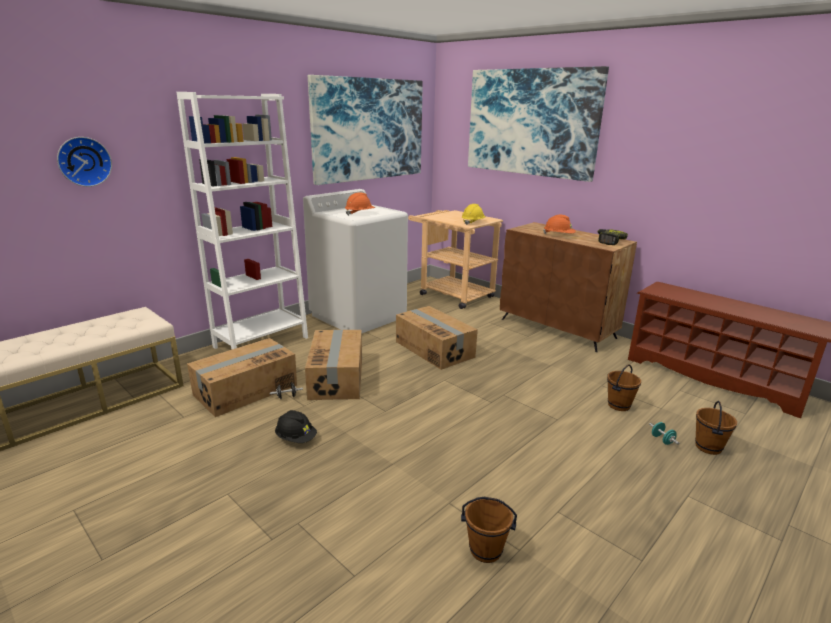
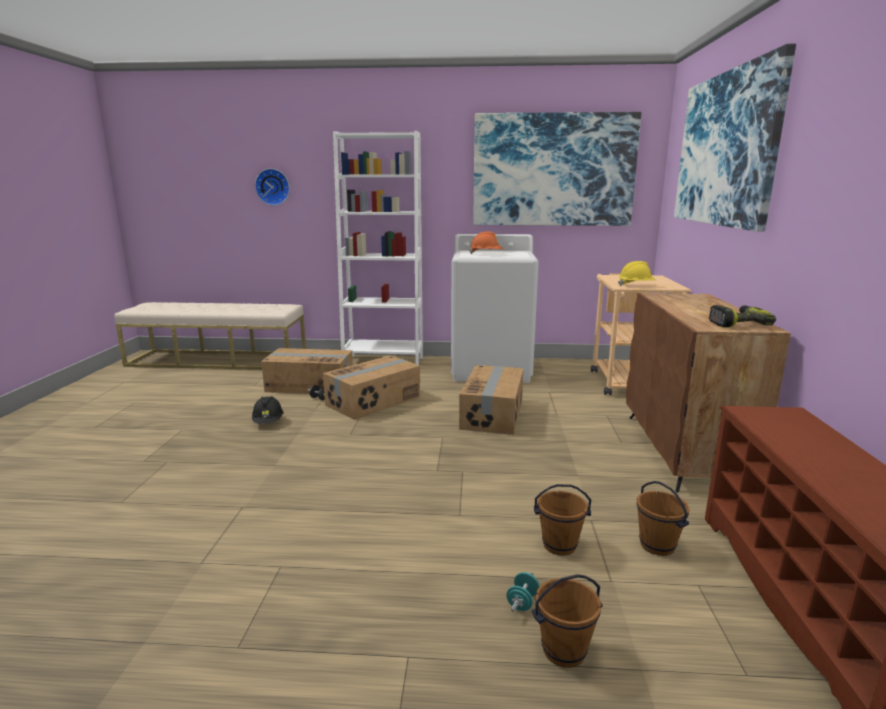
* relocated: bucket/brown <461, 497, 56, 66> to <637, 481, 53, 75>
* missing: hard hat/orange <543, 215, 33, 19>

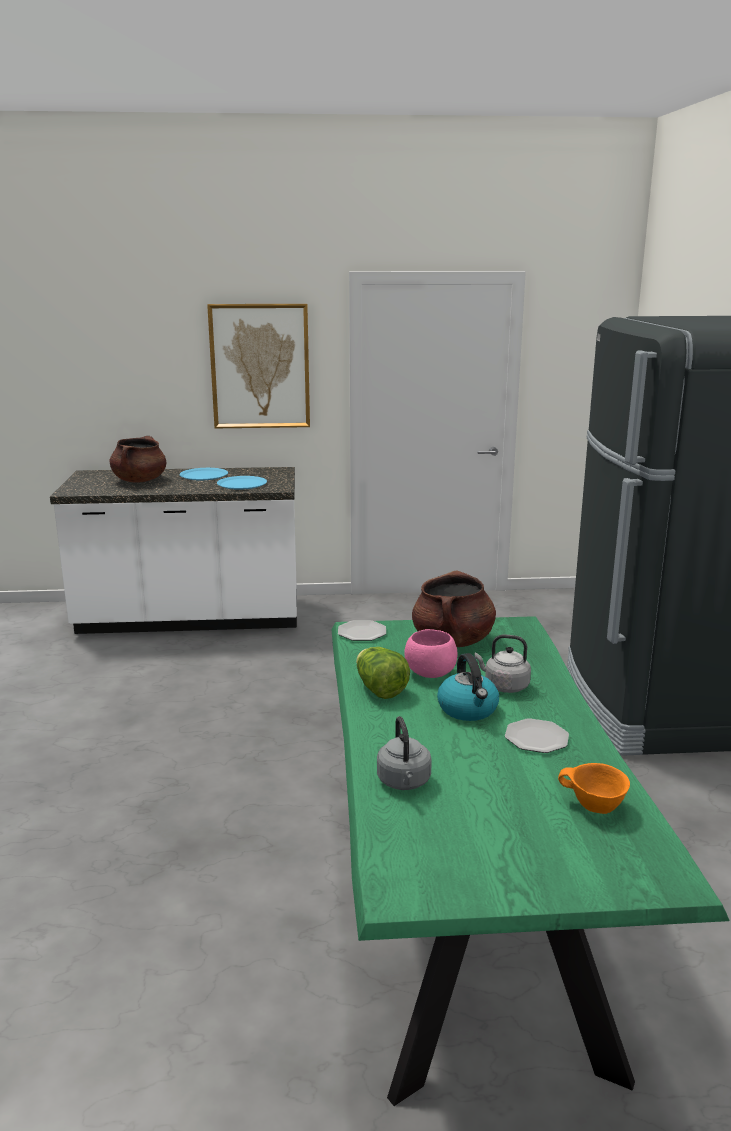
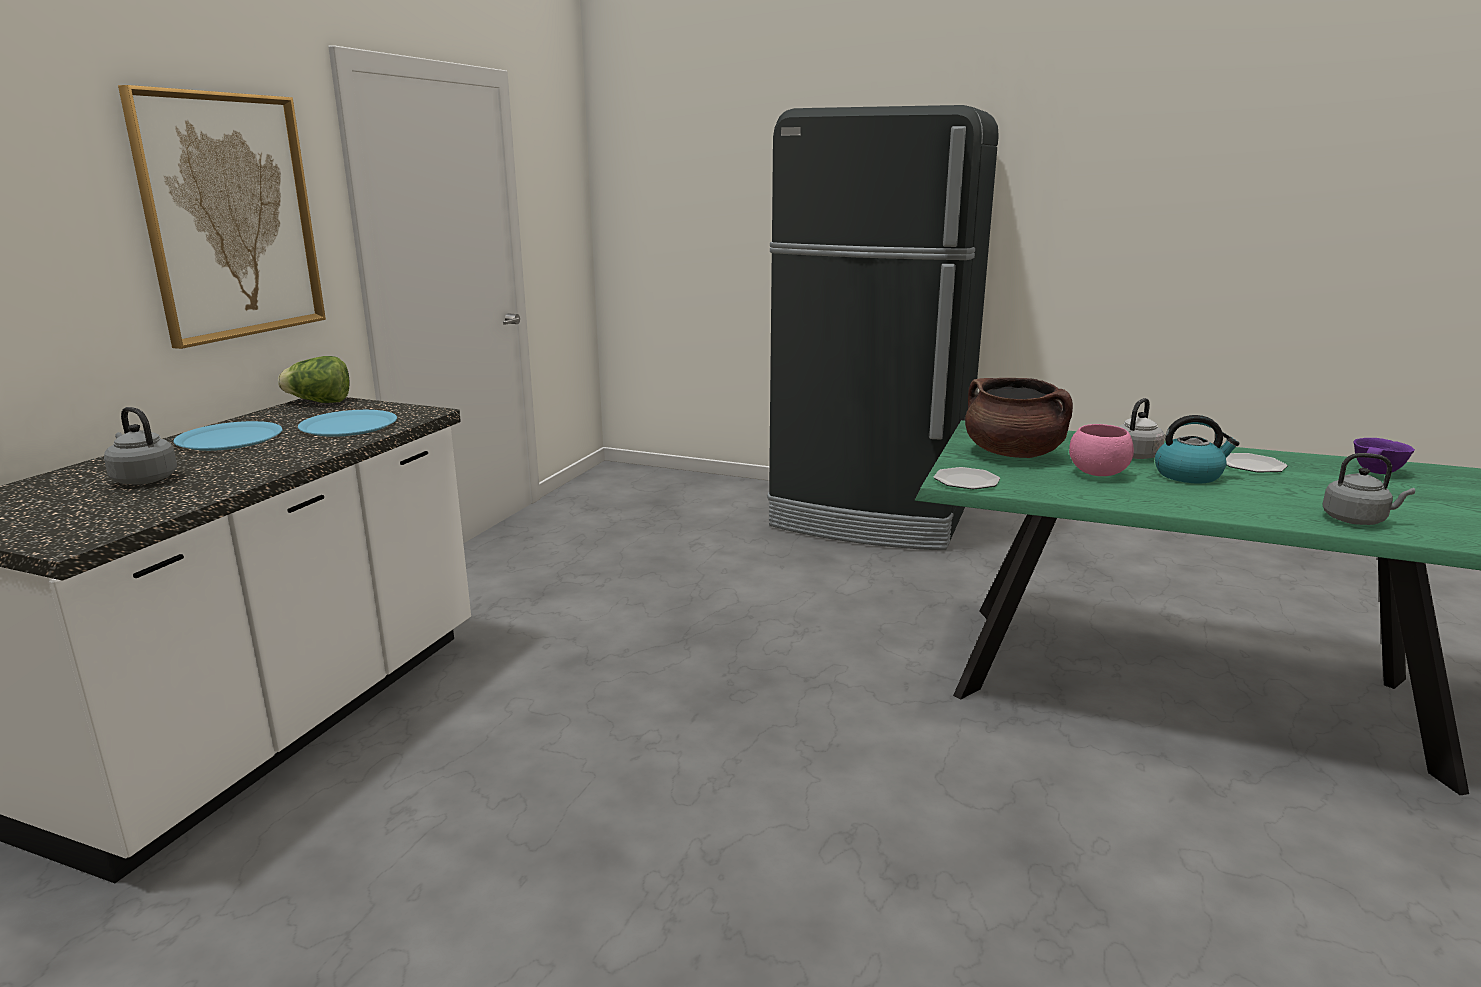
* exchanged: cooking pot/brown <110, 436, 56, 47> to kettle/grey <104, 407, 73, 78>
* relocated: lettuce <356, 647, 54, 52> to <278, 356, 72, 47>
* colour: bowl/orange <558, 763, 72, 51> to bowl/purple <1354, 438, 61, 36>

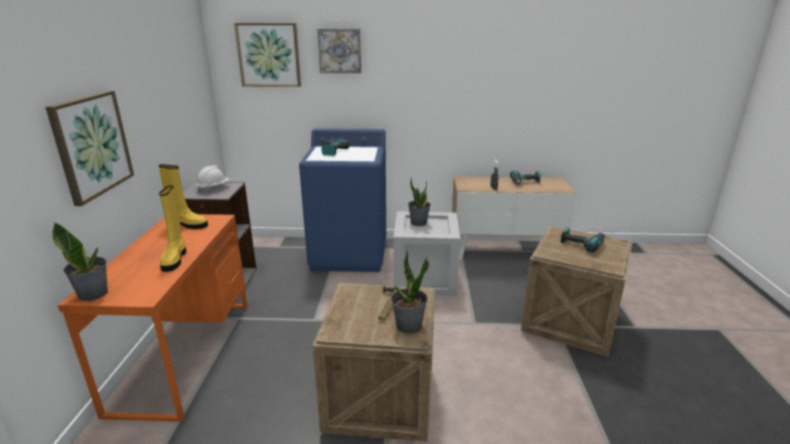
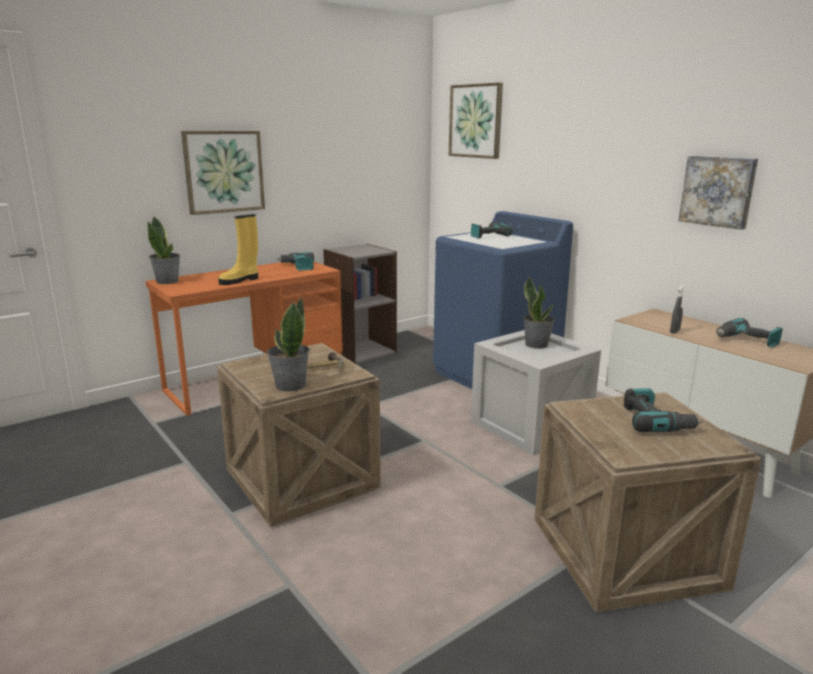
* exchanged: boot/yellow <159, 164, 49, 65> to power drill <276, 252, 38, 19>
* missing: hard hat/white <196, 166, 34, 26>
* relocated: picture <317, 28, 44, 45> to <678, 156, 80, 74>

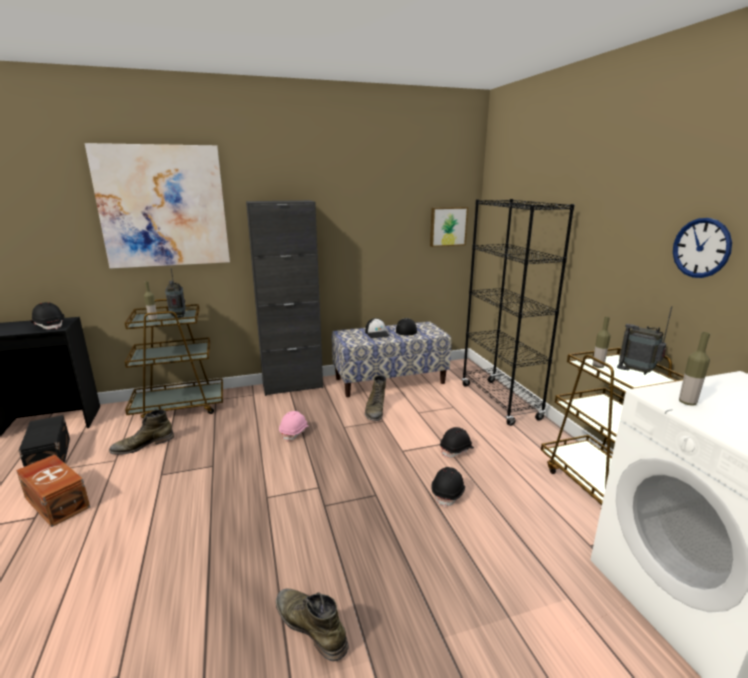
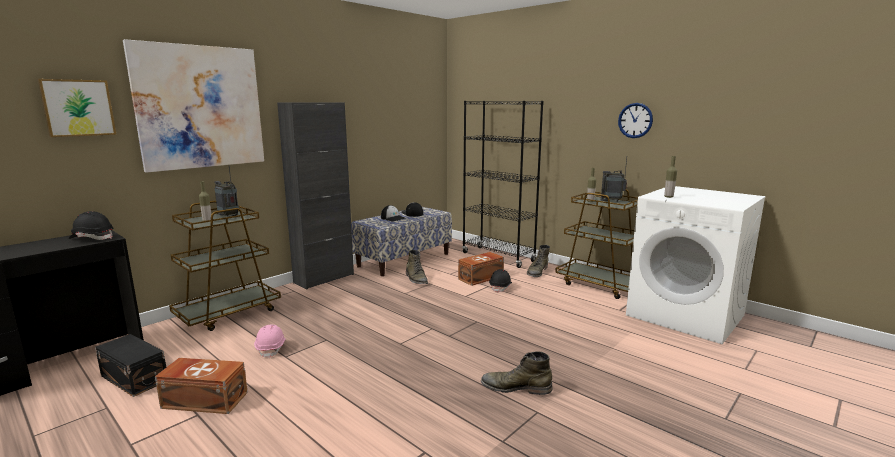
* relocated: boot/green <109, 409, 65, 46> to <527, 245, 23, 32>
* relocated: hard hat/pink <279, 411, 30, 31> to <254, 325, 32, 33>
* relocated: picture <430, 207, 38, 40> to <37, 79, 79, 58>
* missing: hard hat/black <431, 467, 34, 41>
* appeared: storage box/brown <458, 252, 46, 34>

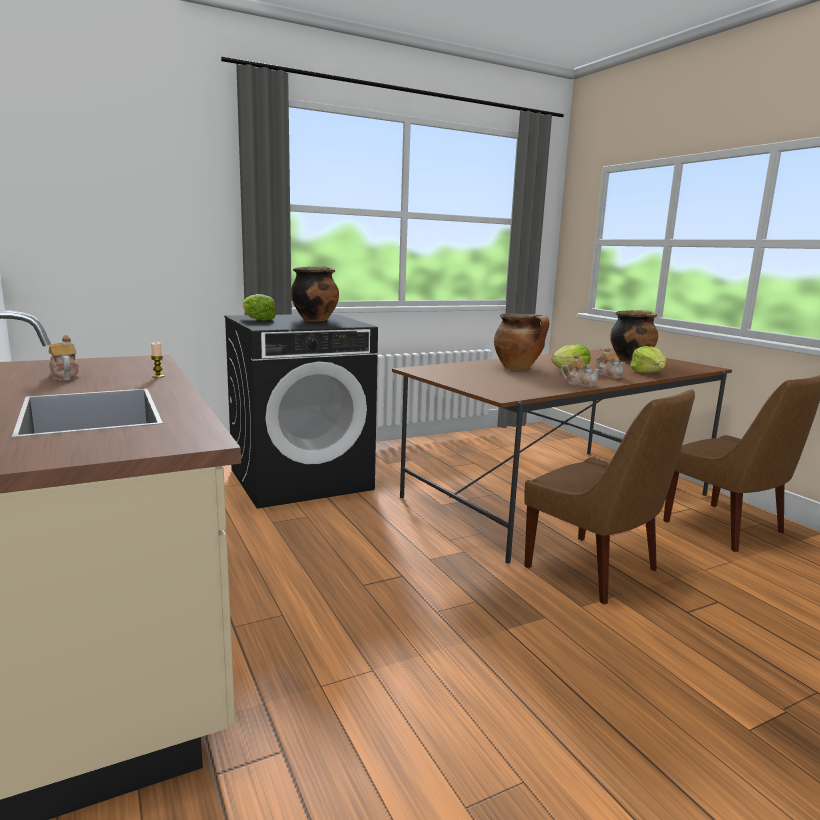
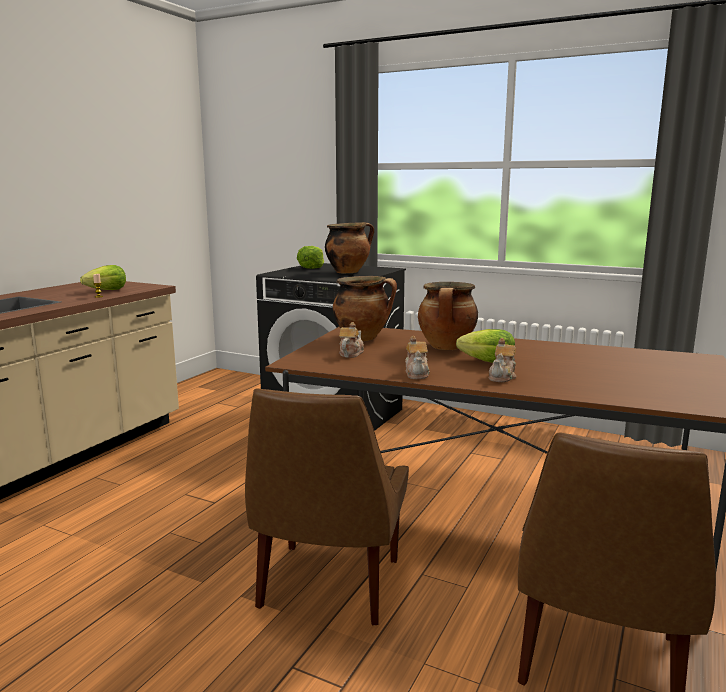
* relocated: teapot <48, 335, 31, 46> to <339, 322, 25, 36>
* relocated: cooking pot <610, 310, 48, 52> to <333, 276, 64, 65>
* relocated: lettuce <630, 346, 36, 27> to <80, 265, 46, 25>

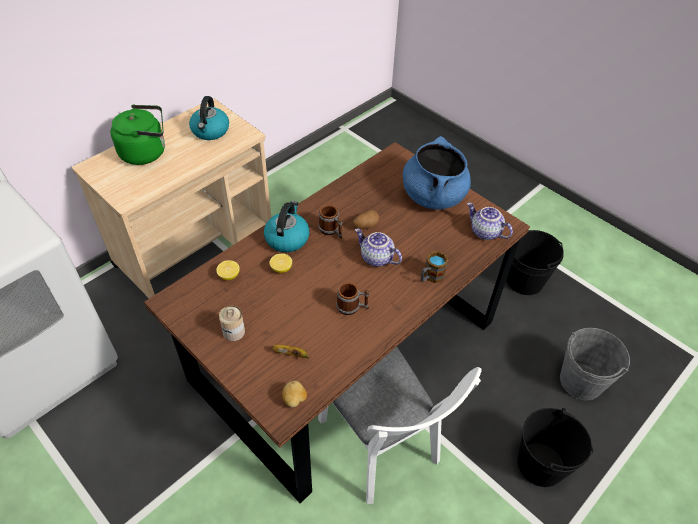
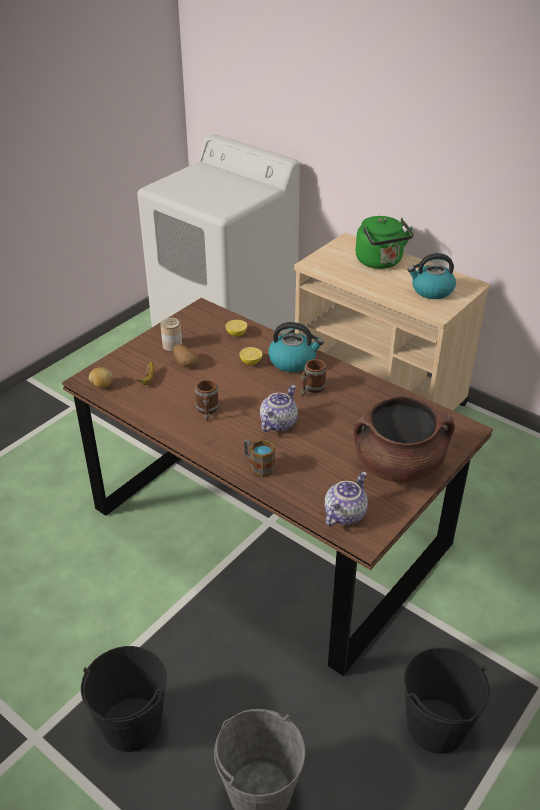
* missing: chair/white <318, 347, 164, 157>
* relocated: potato <353, 210, 26, 19> to <173, 344, 26, 23>
* colour: cooking pot/blue <403, 136, 68, 73> to cooking pot/brown <354, 396, 101, 87>

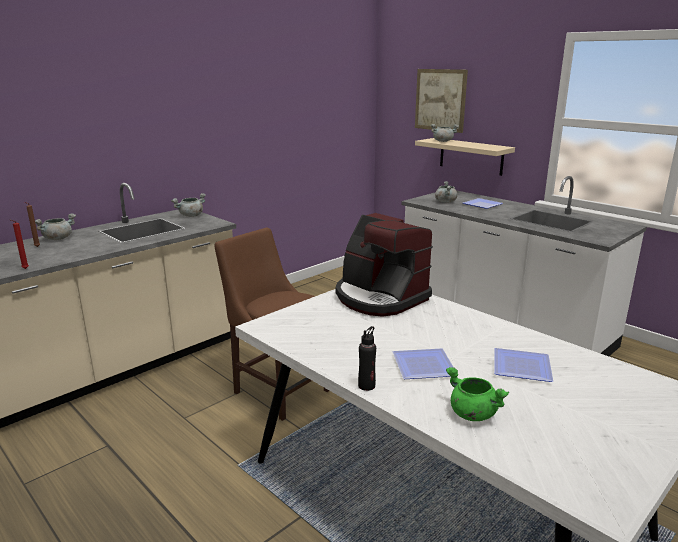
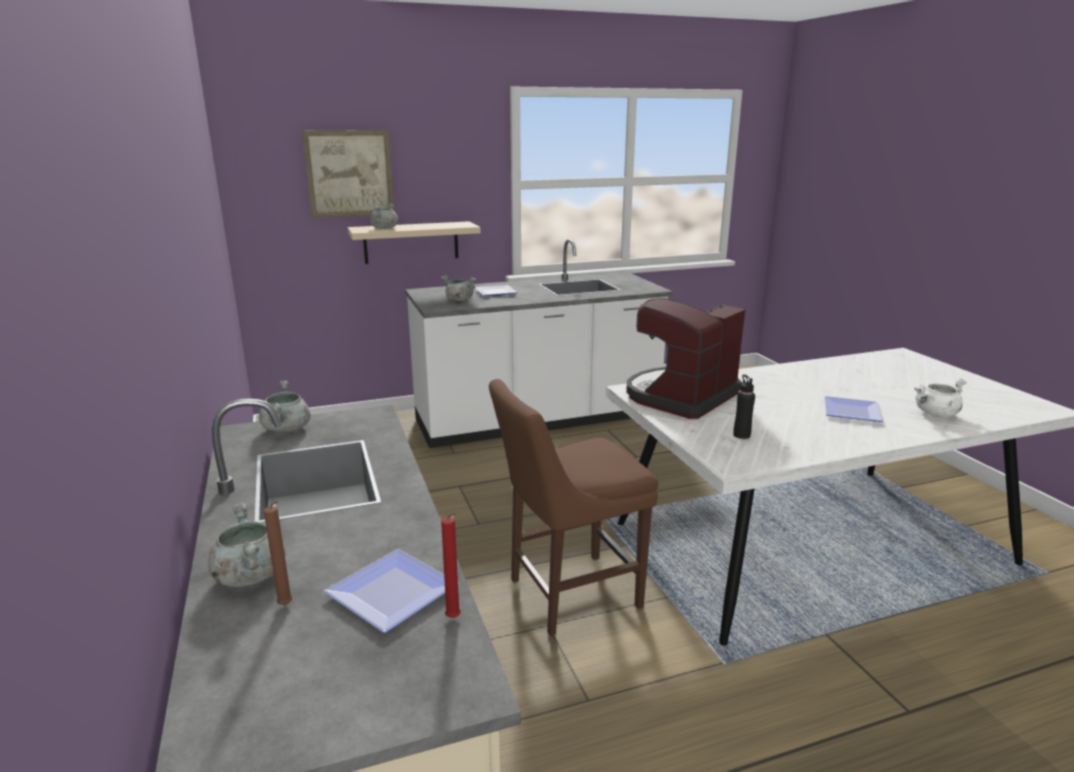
* spun: coffee machine <336, 213, 97, 104> = <627, 298, 119, 121> 150 degrees clockwise
* relocated: bottle/black <358, 326, 18, 65> to <733, 374, 22, 65>
* colour: cooking pot/green <446, 367, 63, 54> to cooking pot/white <914, 379, 52, 38>
* relocated: plate <494, 348, 59, 34> to <323, 549, 136, 84>

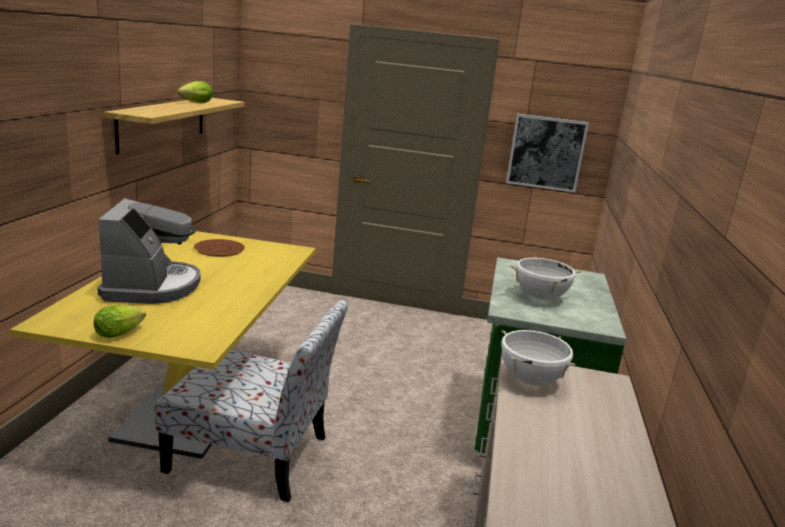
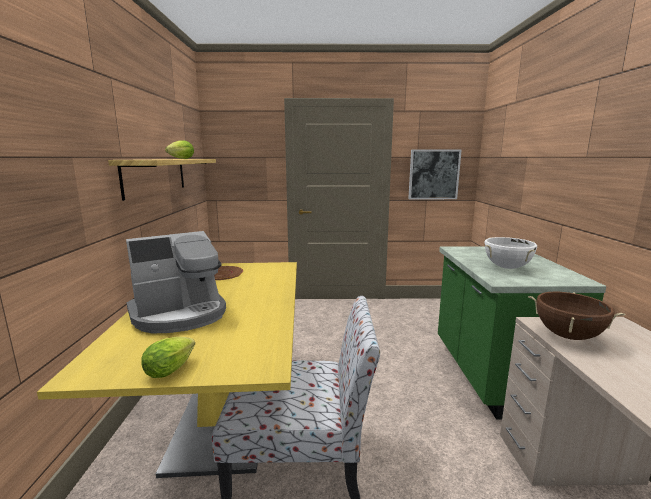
* spun: coffee machine <98, 198, 103, 106> = <126, 231, 100, 102> 75 degrees clockwise
* colour: cooking pot/white <501, 330, 75, 55> to cooking pot/brown <528, 292, 97, 48>

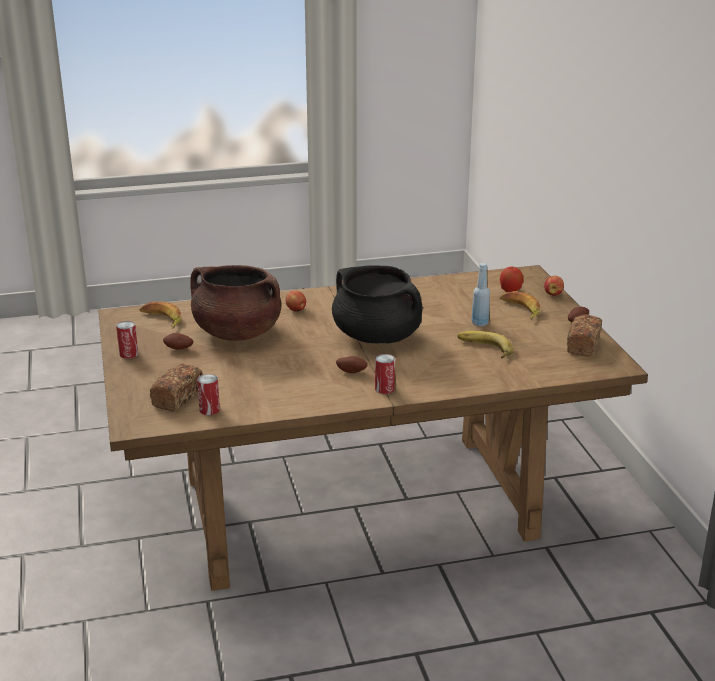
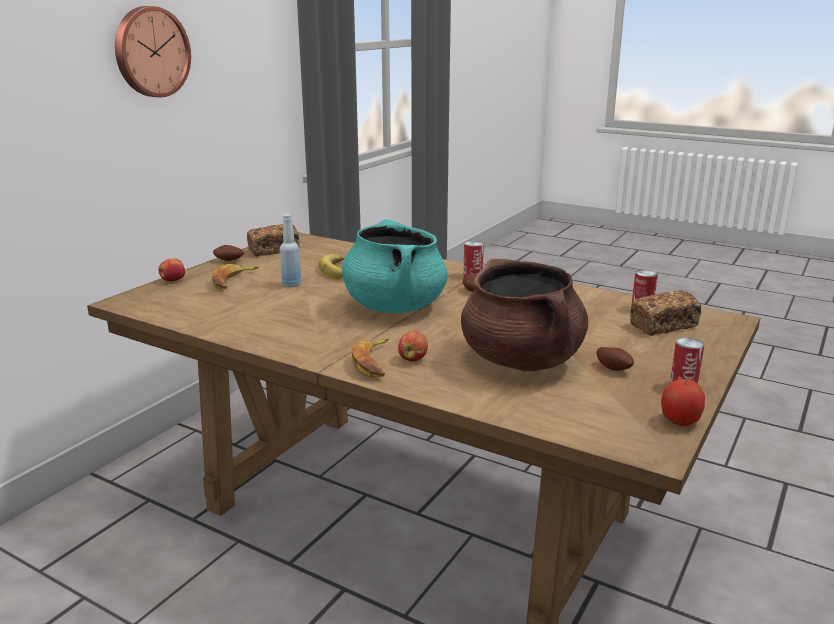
* relocated: banana <139, 301, 42, 27> to <351, 338, 38, 40>
* colour: cooking pot/black <332, 265, 91, 78> to cooking pot/turquoise <342, 219, 106, 94>
* relocated: apple <500, 267, 23, 25> to <661, 379, 44, 47>
* appeared: wall clock <115, 6, 76, 91>

